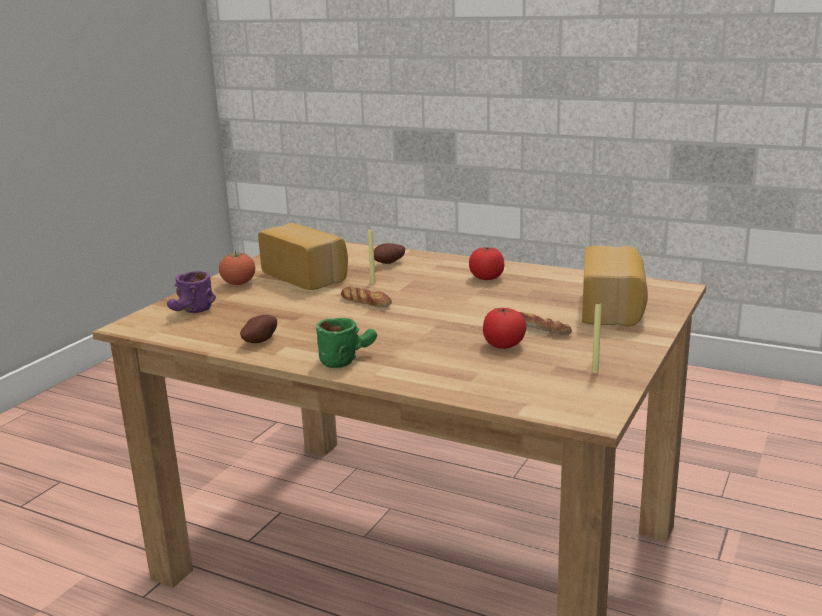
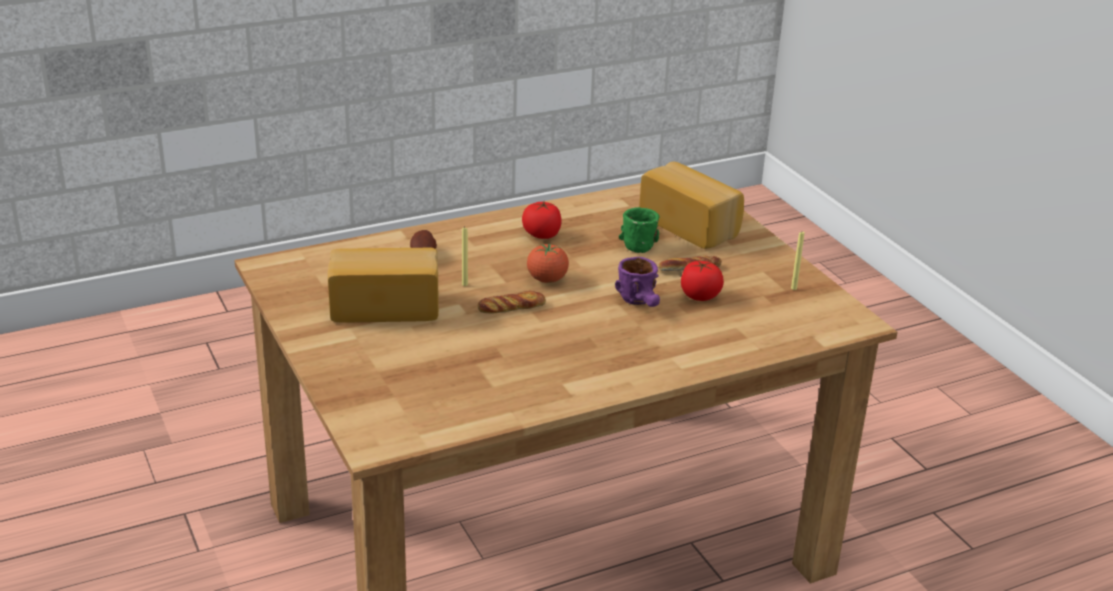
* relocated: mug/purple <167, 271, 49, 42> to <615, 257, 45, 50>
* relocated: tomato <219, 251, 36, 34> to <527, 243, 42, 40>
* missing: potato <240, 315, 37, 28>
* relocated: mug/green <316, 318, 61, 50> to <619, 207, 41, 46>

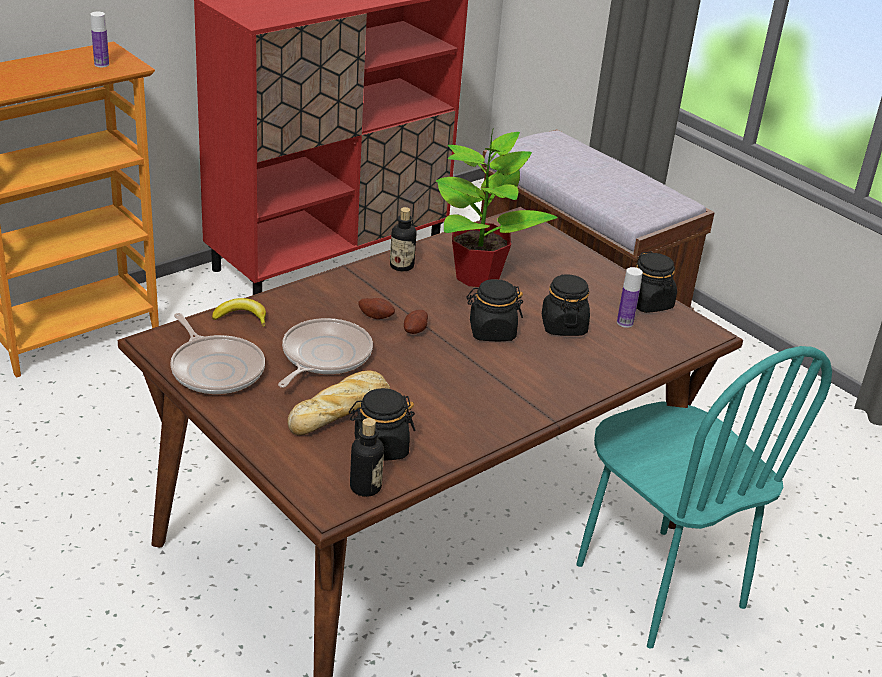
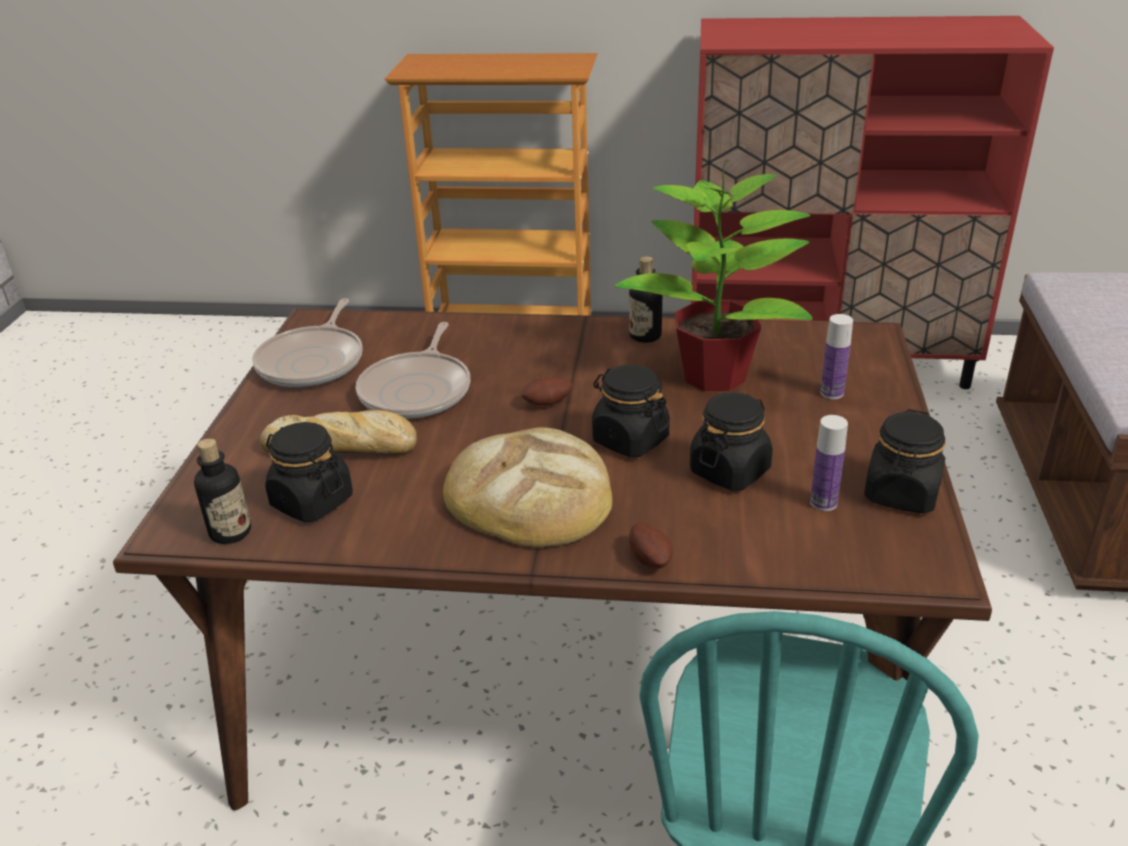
* relocated: bottle <90, 12, 19, 56> to <820, 314, 33, 85>
* missing: banana <212, 298, 54, 29>
* spun: frying pan <278, 318, 95, 70> = <356, 322, 114, 97> 120 degrees clockwise
* relocated: potato <358, 298, 37, 21> to <629, 523, 44, 45>
* appeared: bread <443, 427, 169, 120>

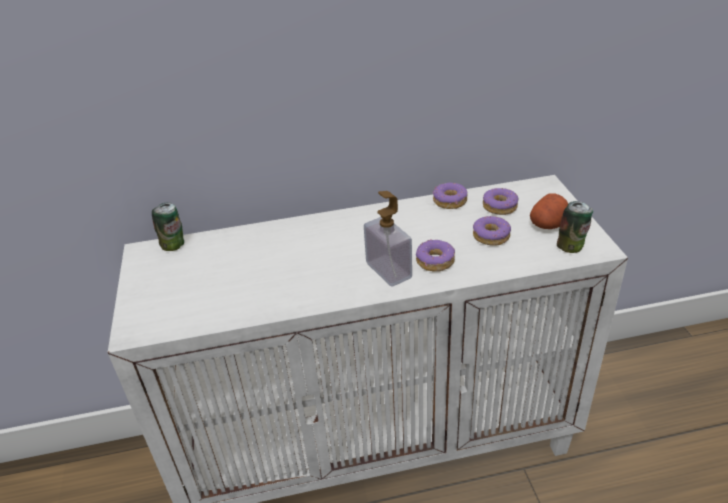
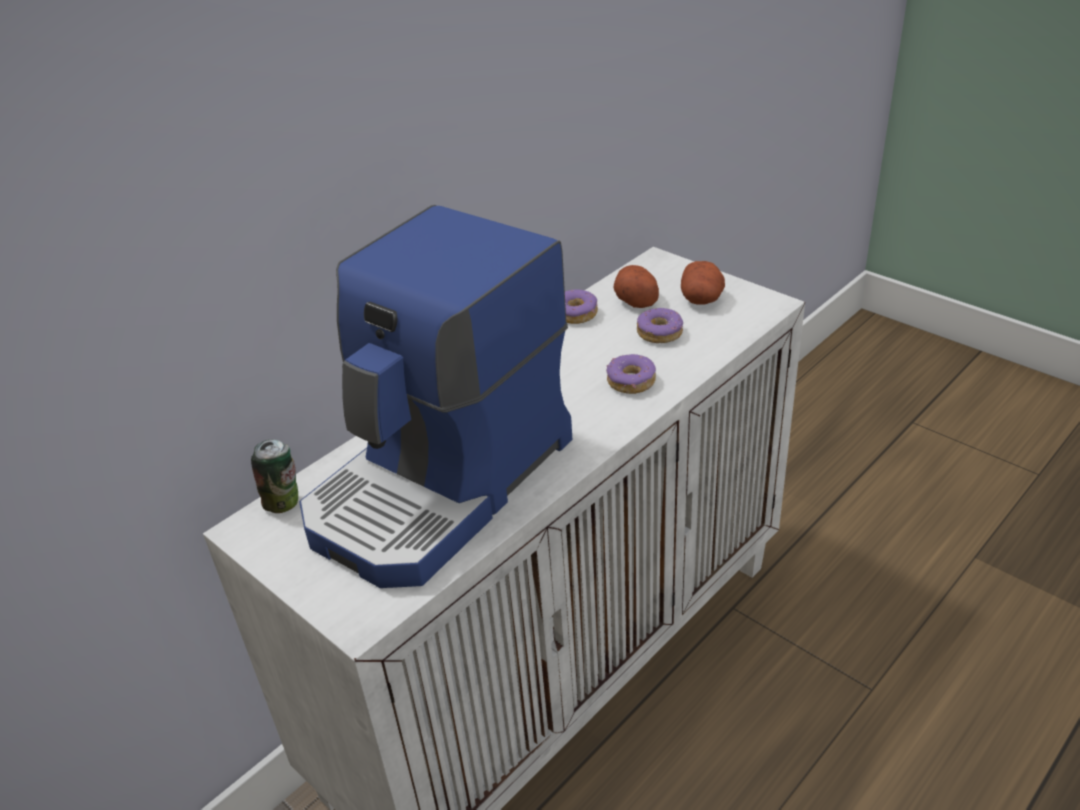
* missing: soap dispenser <364, 191, 48, 96>
* exchanged: donut <483, 188, 35, 27> to potato <614, 265, 45, 43>
* missing: can <557, 201, 36, 52>
* appeared: coffee machine <300, 205, 272, 383>

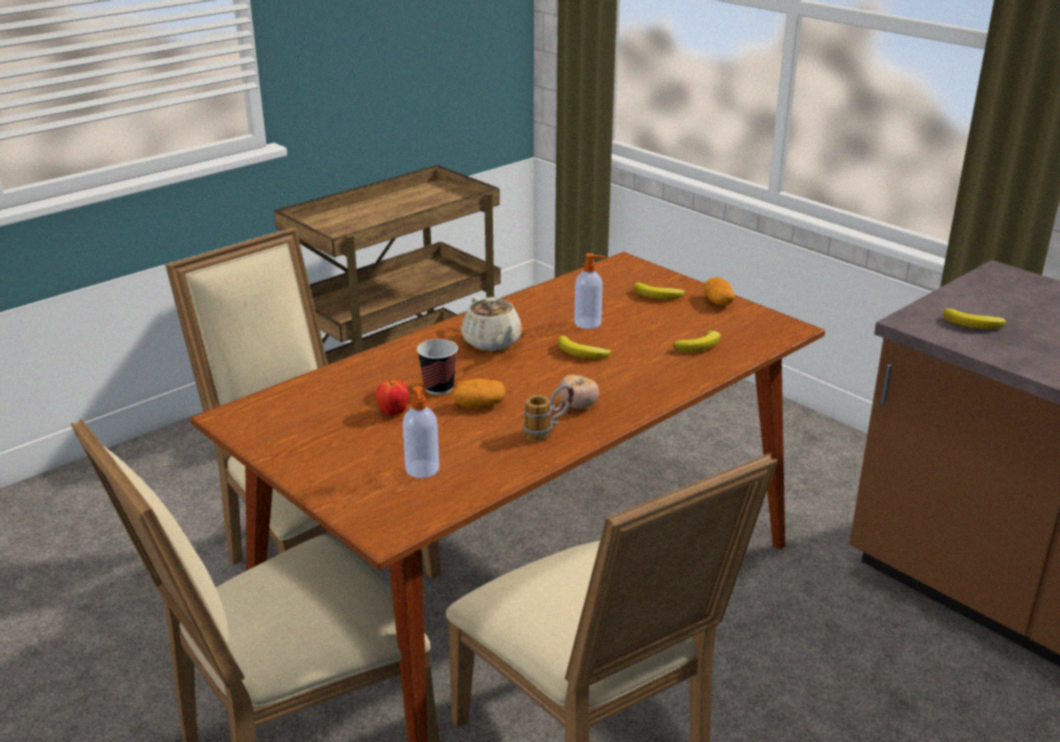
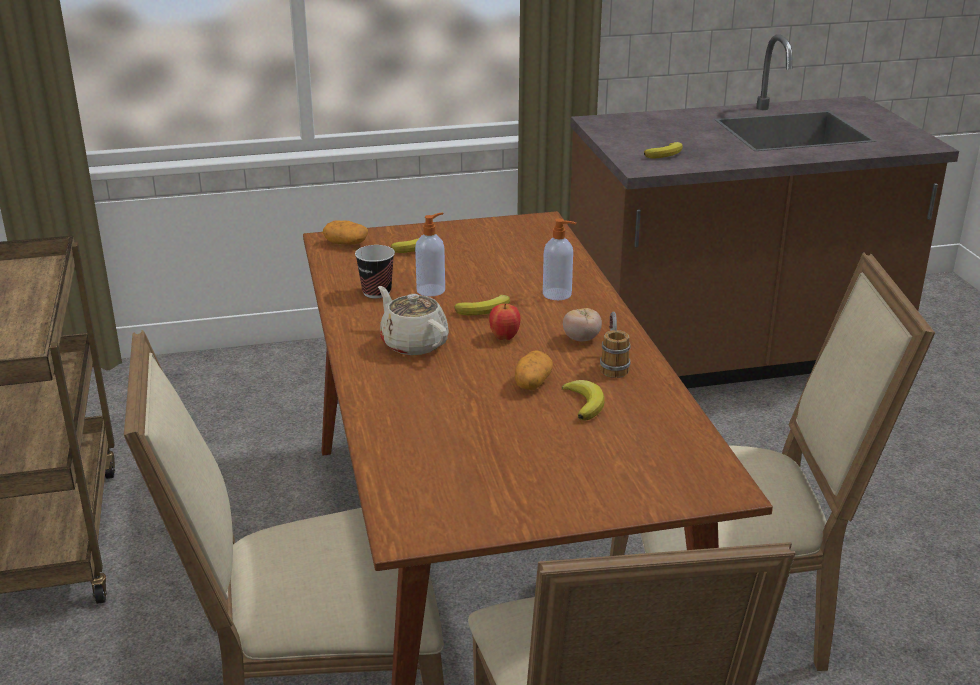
* relocated: apple <376, 379, 33, 37> to <489, 304, 32, 36>
* relocated: soap dispenser <403, 386, 36, 92> to <543, 219, 33, 81>
* relocated: cup <417, 339, 41, 56> to <355, 245, 40, 54>
* spun: teapot/beige <461, 296, 61, 55> = <378, 286, 71, 69> 135 degrees counterclockwise
* relocated: banana <673, 331, 47, 21> to <562, 380, 43, 40>
* relocated: potato <704, 277, 31, 28> to <322, 220, 46, 25>

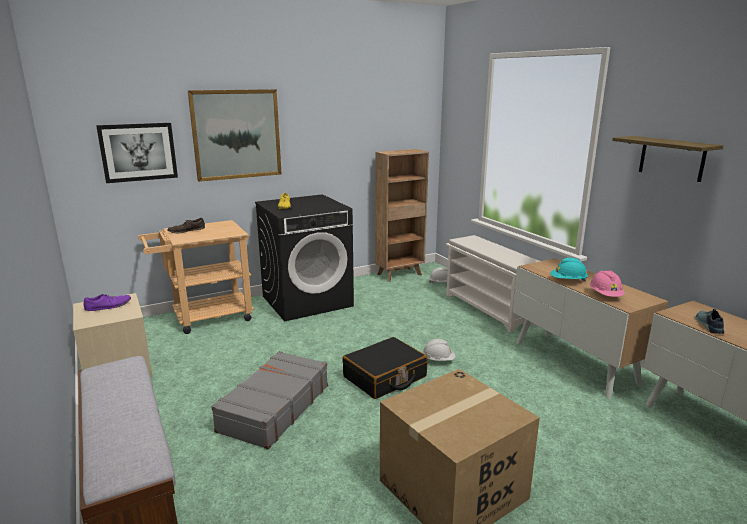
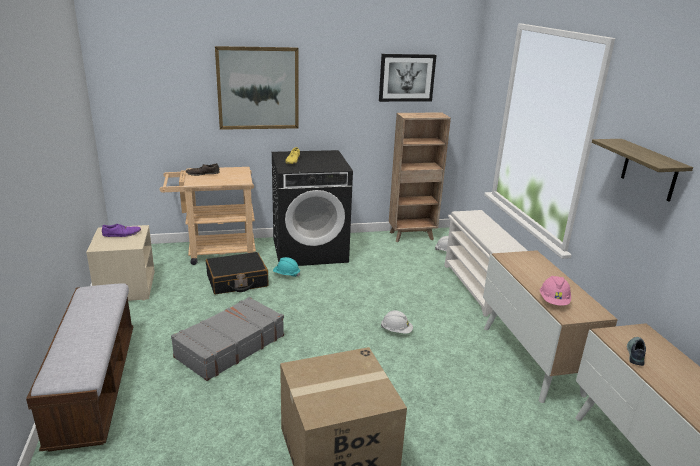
* relocated: picture <96, 123, 82, 60> to <379, 54, 58, 48>
* relocated: suitcase/black <342, 337, 85, 62> to <206, 252, 63, 42>
* relocated: hard hat/turquoise <551, 258, 37, 23> to <273, 257, 27, 20>

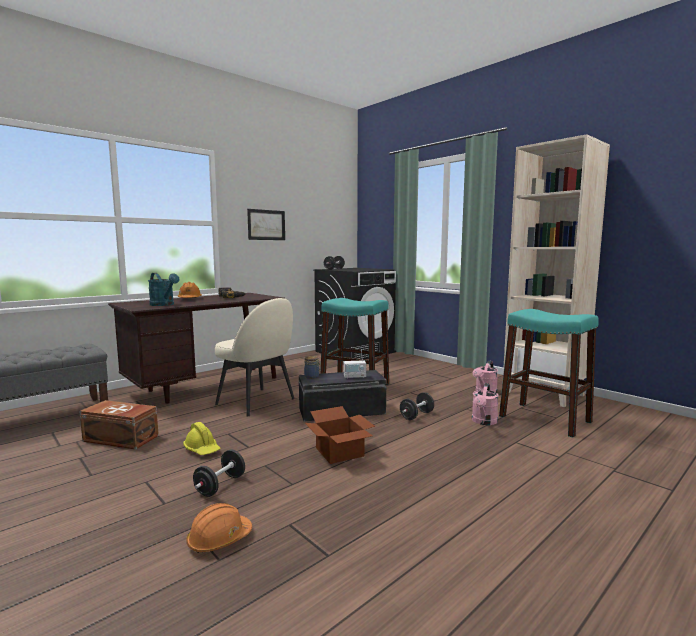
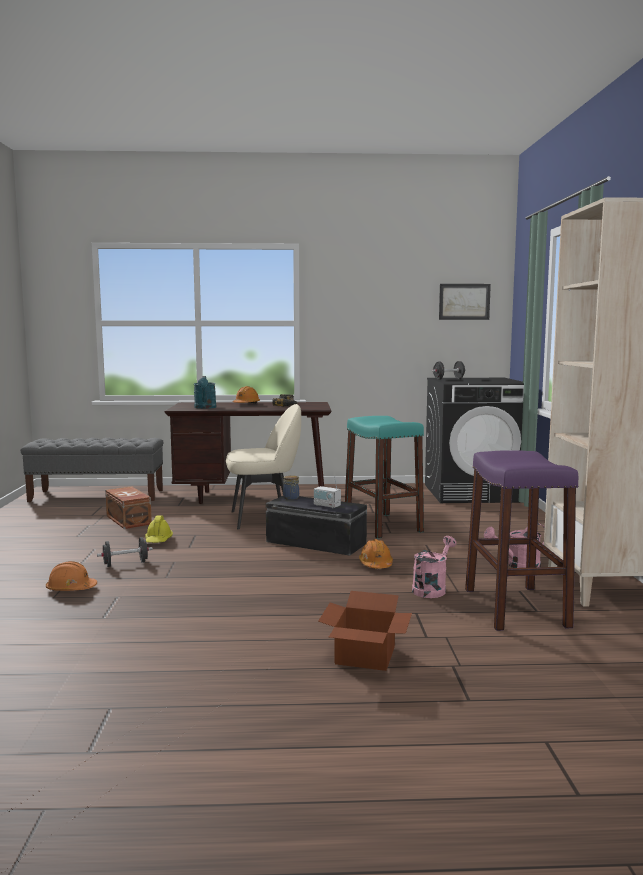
* spun: chair/beige <215, 298, 80, 118> = <226, 404, 75, 126> 90 degrees counterclockwise
* relocated: picture <247, 209, 38, 31> to <439, 284, 52, 36>
* relocated: cardboard box <305, 406, 70, 58> to <318, 591, 94, 80>
* exchanged: dumbbell/black <400, 392, 34, 28> to hard hat/orange <359, 539, 34, 29>
* spun: watering can/pink <472, 383, 27, 42> = <412, 536, 45, 62> 150 degrees clockwise
* colour: stool/turquoise <499, 309, 100, 128> to stool/purple <465, 450, 113, 181>

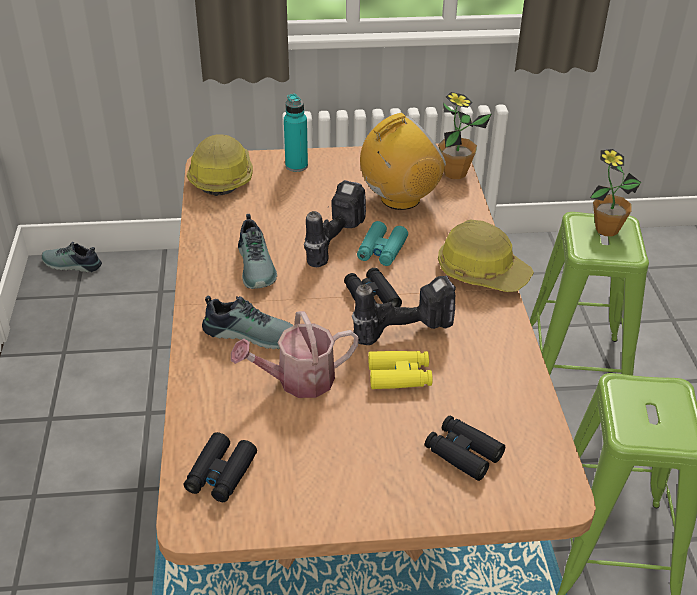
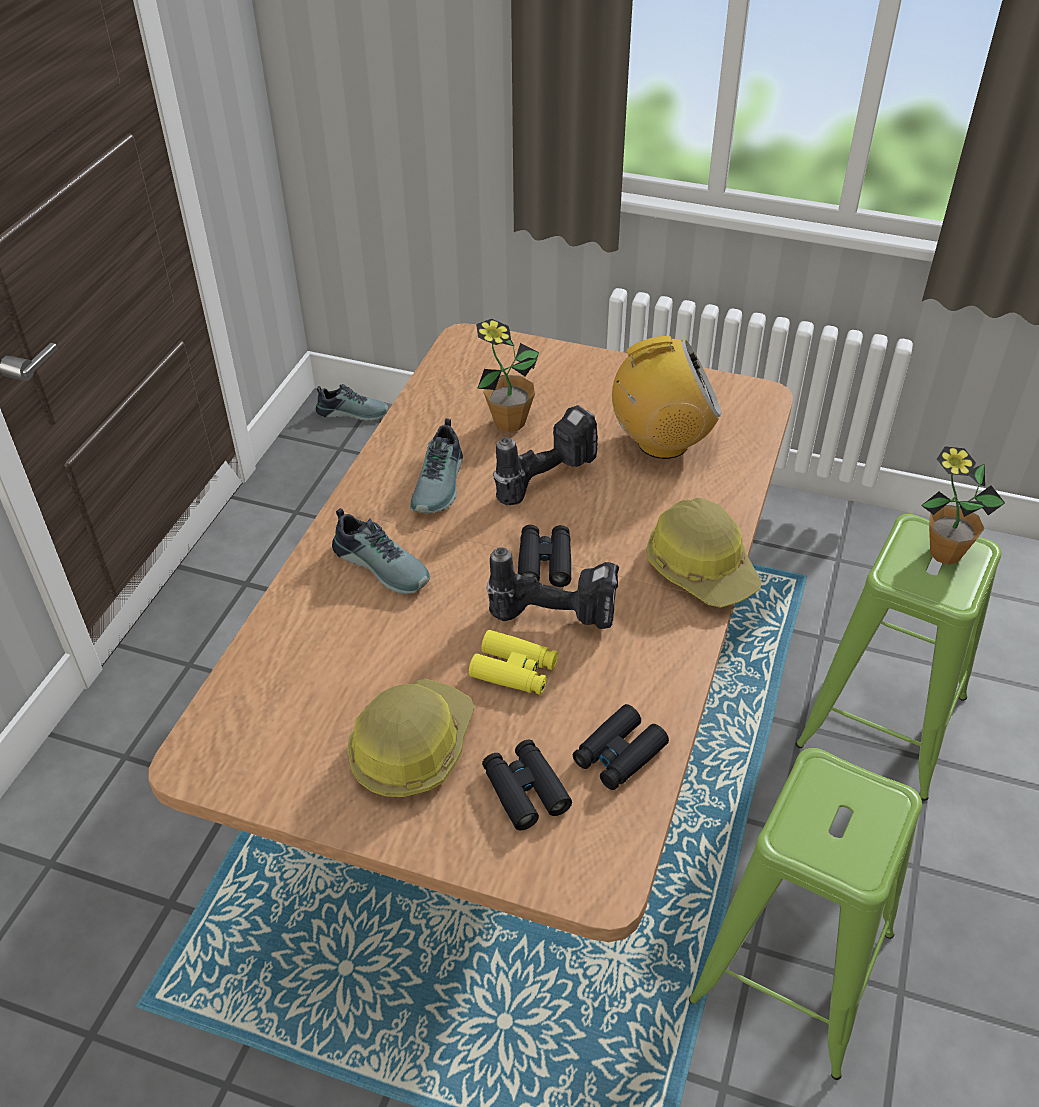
* spun: shoe <42, 242, 60, 30> = <316, 384, 72, 37> 150 degrees clockwise
* relocated: binoculars/black <184, 432, 73, 70> to <573, 704, 96, 86>
* relocated: hard hat <187, 134, 66, 62> to <347, 679, 127, 118>
* missing: watering can <231, 311, 128, 87>
* missing: bottle/turquoise <284, 94, 24, 78>
* missing: binoculars/turquoise <357, 221, 51, 45>
* relocated: potted plant <438, 92, 53, 87> to <476, 319, 63, 113>

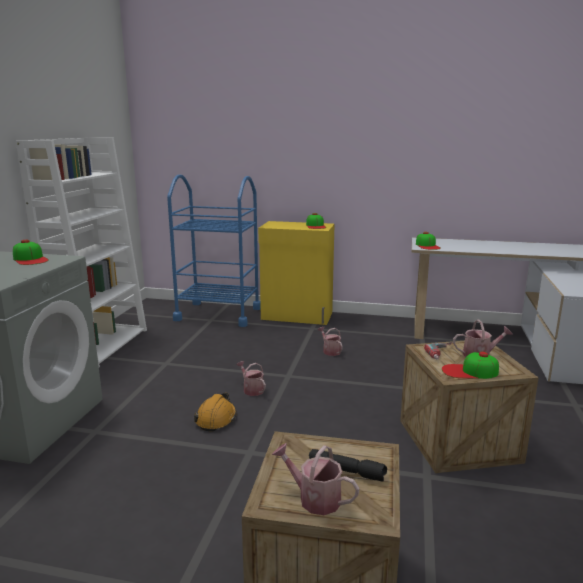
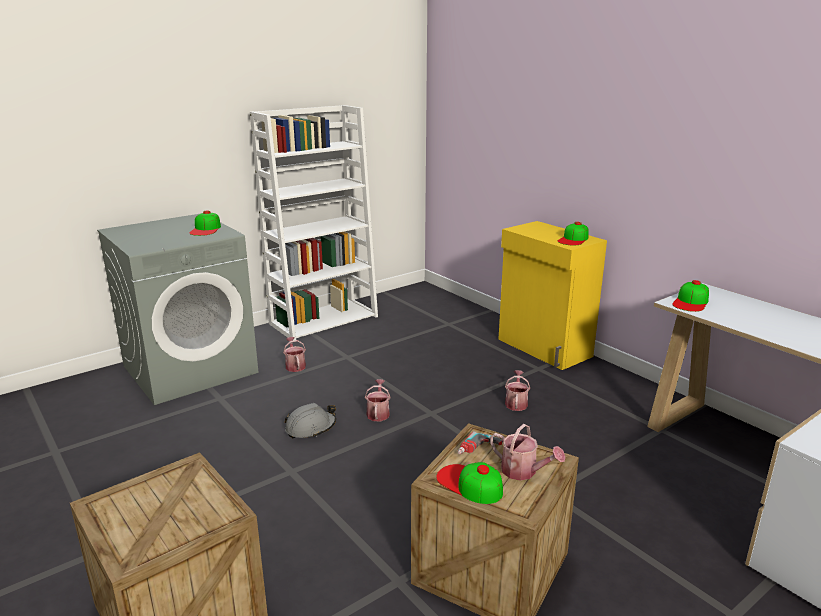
* missing: cart/blue <167, 174, 94, 153>
* colour: hard hat/orange <194, 392, 43, 39> to hard hat/grey <285, 403, 51, 35>
* relocated: watering can <272, 443, 87, 72> to <283, 337, 23, 35>
* missing: flashlight/black <309, 449, 78, 33>

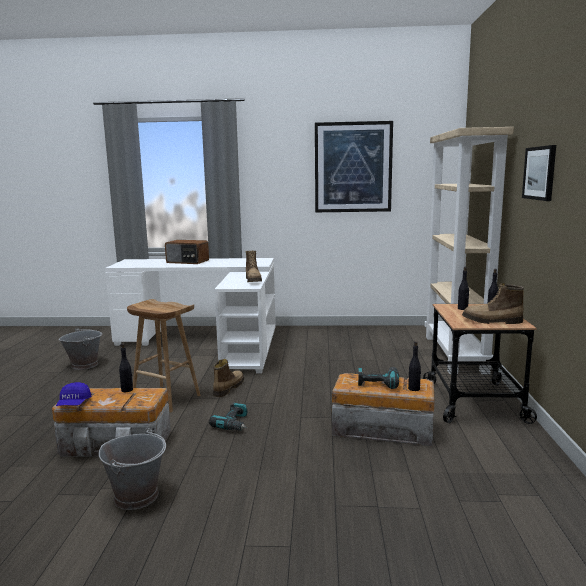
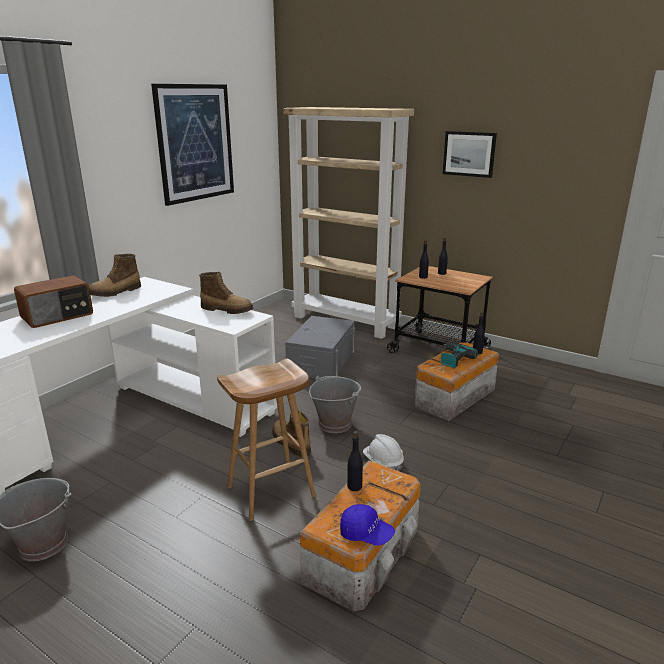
* relocated: bucket/grey <99, 428, 67, 82> to <309, 375, 52, 58>
* exchanged: power drill <209, 402, 38, 29> to hard hat/white <363, 434, 41, 37>
* relocated: boot <462, 283, 62, 41> to <89, 254, 52, 43>
* appeared: storage box/grey <285, 316, 70, 63>

